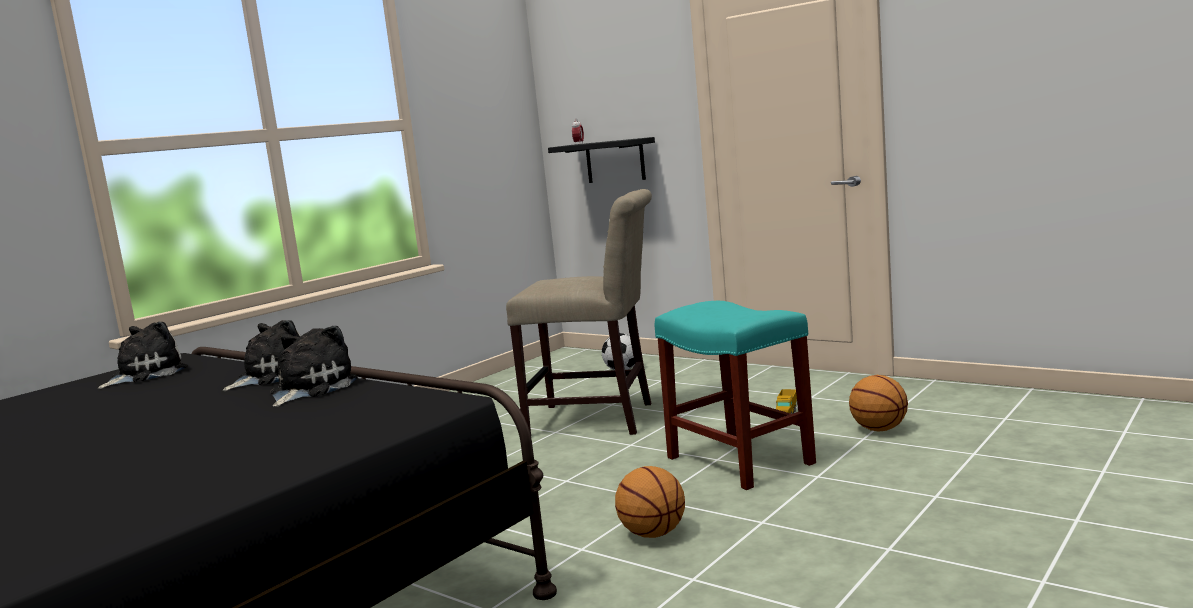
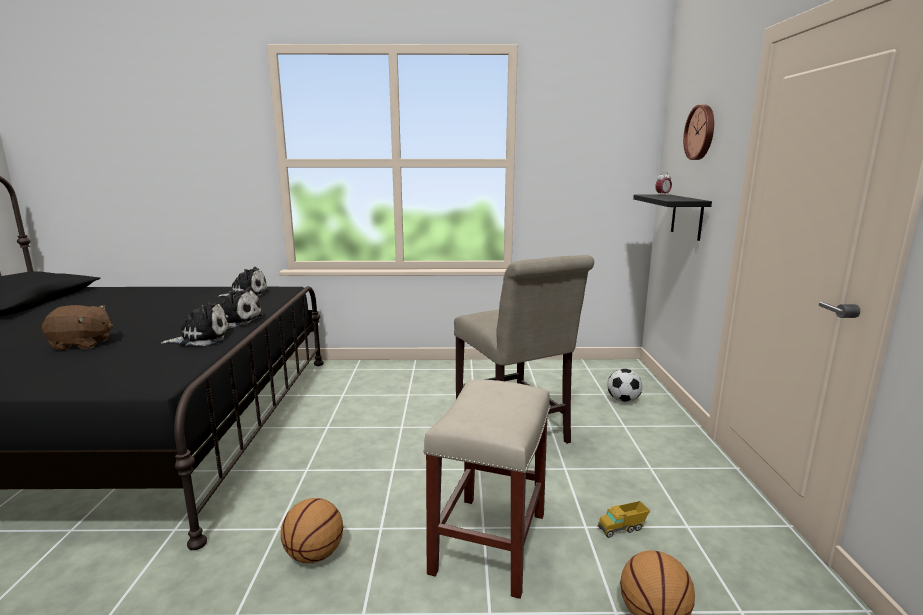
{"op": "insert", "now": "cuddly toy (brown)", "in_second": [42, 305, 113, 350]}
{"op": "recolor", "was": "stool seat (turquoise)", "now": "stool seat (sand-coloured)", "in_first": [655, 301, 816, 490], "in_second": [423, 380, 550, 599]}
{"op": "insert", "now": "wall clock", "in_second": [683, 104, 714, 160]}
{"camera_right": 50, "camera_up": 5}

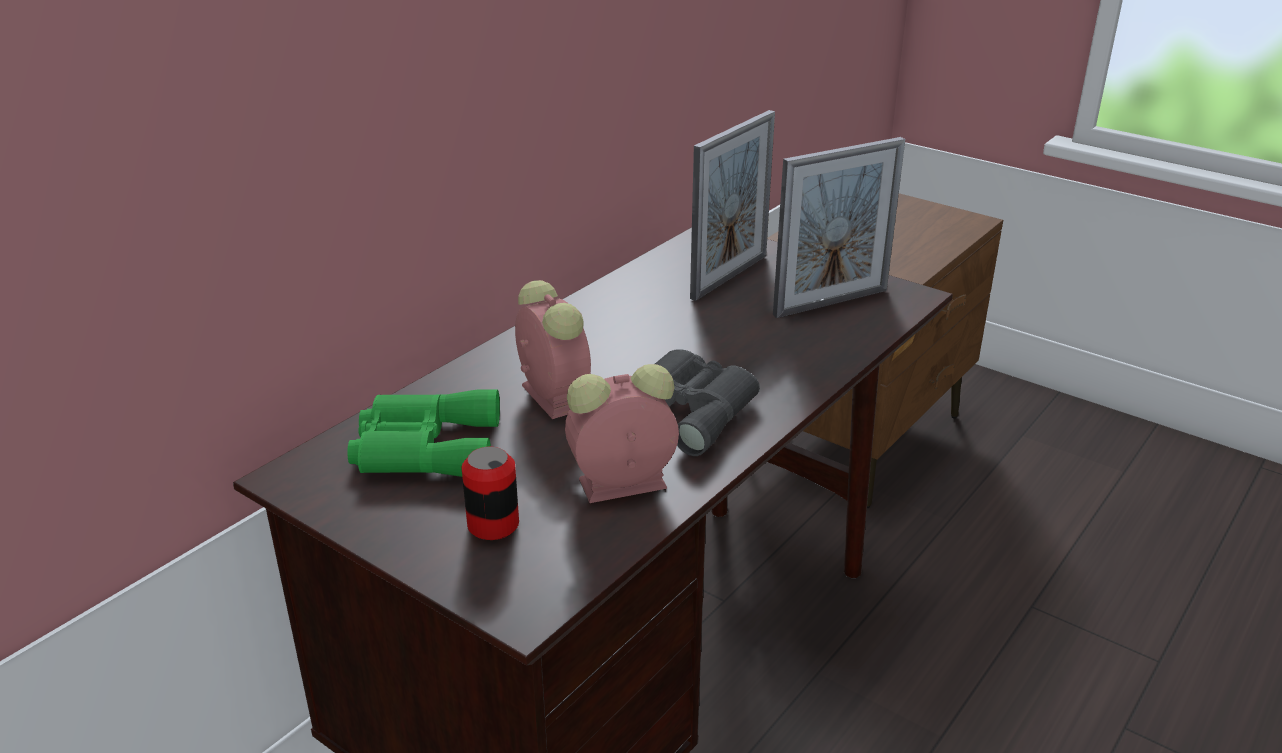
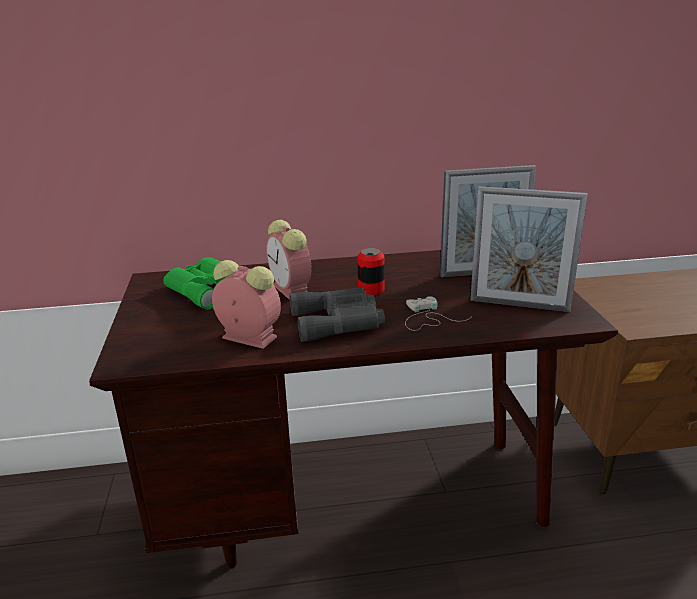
{"op": "rotate", "was": "bedside clock", "in_first": [515, 280, 591, 419], "in_second": [266, 220, 311, 299], "clockwise": 135}
{"op": "move", "was": "metal can", "in_first": [461, 447, 519, 540], "in_second": [357, 248, 384, 295]}
{"op": "insert", "now": "joypad (white)", "in_second": [405, 296, 472, 331]}
{"camera_right": 45, "camera_up": -5}

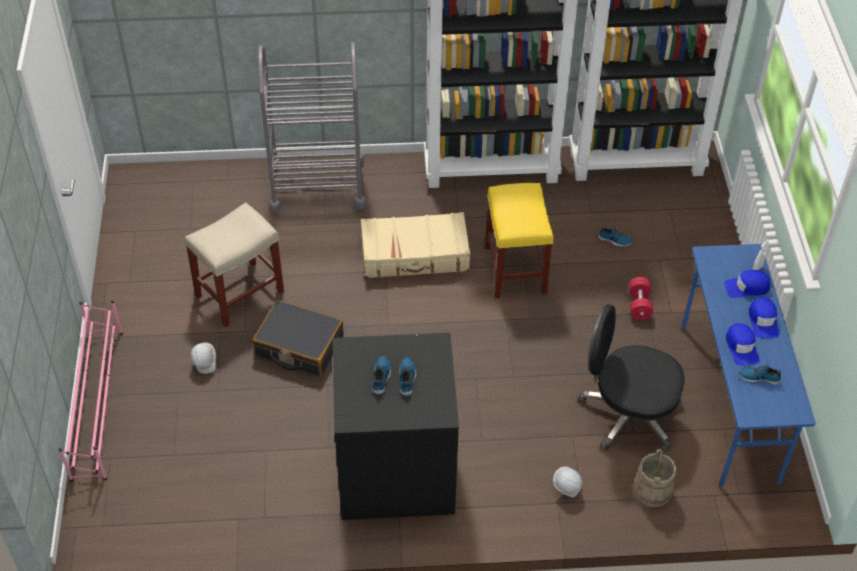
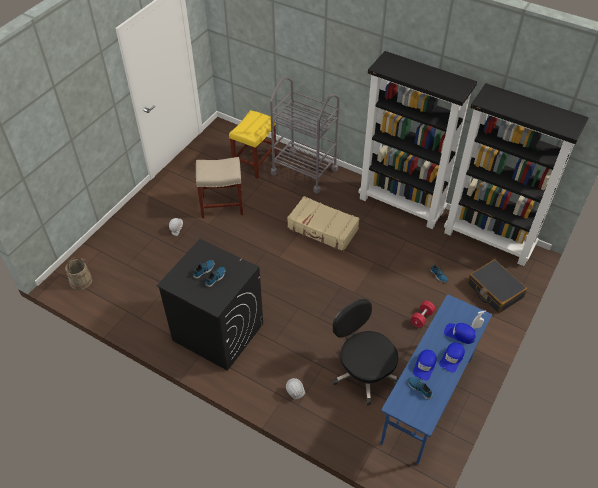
{"op": "move", "was": "bucket (sand-coloured)", "in_first": [633, 448, 676, 508], "in_second": [65, 257, 92, 290]}
{"op": "move", "was": "stool seat (yellowish)", "in_first": [485, 183, 553, 298], "in_second": [229, 110, 277, 179]}
{"op": "move", "was": "suitcase (black-coloured)", "in_first": [252, 300, 344, 377], "in_second": [468, 259, 527, 314]}
{"op": "delete", "was": "shoe rack (pink)", "in_first": [59, 300, 123, 482]}
{"camera_right": 35, "camera_up": 0}

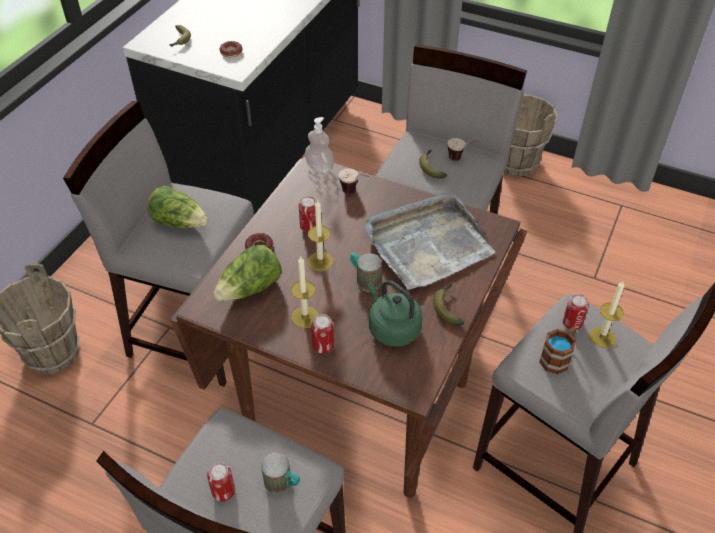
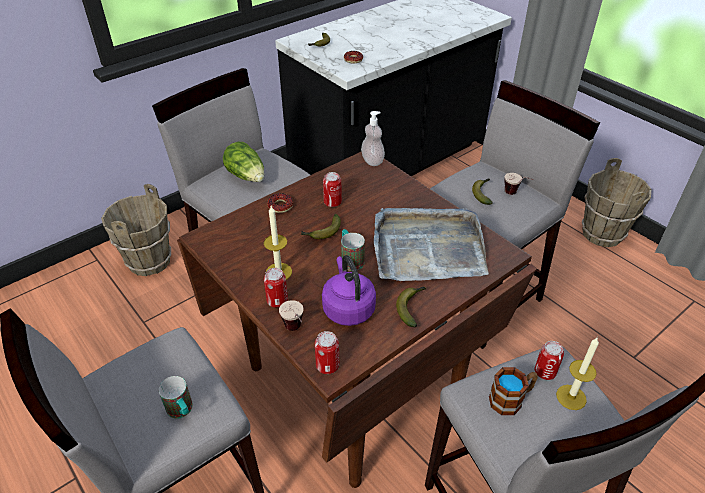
{"op": "move", "was": "cup", "in_first": [339, 168, 369, 194], "in_second": [279, 300, 304, 331]}
{"op": "replace", "was": "wax light", "now": "whole banana", "in_first": [308, 199, 334, 272], "in_second": [301, 214, 341, 239]}
{"op": "move", "was": "metal can", "in_first": [207, 462, 235, 502], "in_second": [315, 331, 340, 374]}
{"op": "recolor", "was": "tea kettle (green)", "now": "tea kettle (purple)", "in_first": [367, 280, 422, 347], "in_second": [322, 255, 376, 326]}
{"op": "delete", "was": "lettuce head", "in_first": [213, 245, 282, 301]}
{"camera_right": 25, "camera_up": -5}

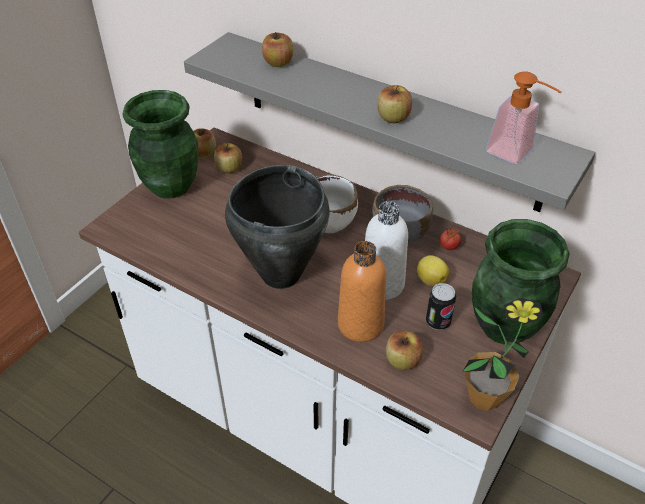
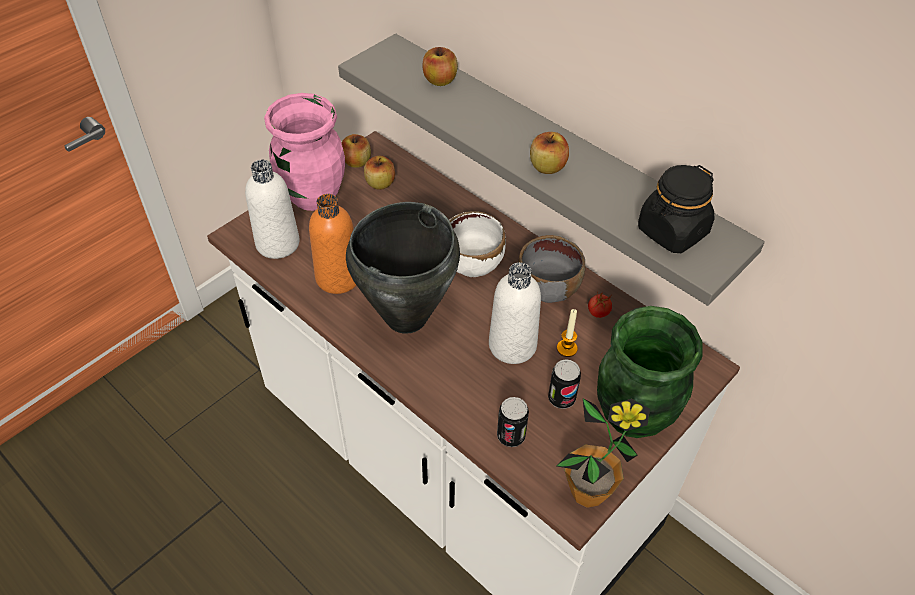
{"op": "insert", "now": "bottle (white)", "in_second": [245, 160, 300, 259]}
{"op": "recolor", "was": "flower vase (green)", "now": "flower vase (pink)", "in_first": [122, 90, 198, 199], "in_second": [264, 93, 345, 211]}
{"op": "move", "was": "bottle (orange)", "in_first": [338, 241, 386, 342], "in_second": [309, 194, 357, 294]}
{"op": "replace", "was": "whole apple", "now": "metal can", "in_first": [386, 331, 423, 370], "in_second": [497, 397, 529, 447]}
{"op": "replace", "was": "citrus fruit", "now": "wax light", "in_first": [417, 255, 449, 286], "in_second": [557, 309, 578, 357]}
{"op": "replace", "was": "liquid soap bottle", "now": "storage jar (black-coloured)", "in_first": [486, 71, 562, 164], "in_second": [638, 165, 714, 253]}
{"camera_right": 10, "camera_up": 5}

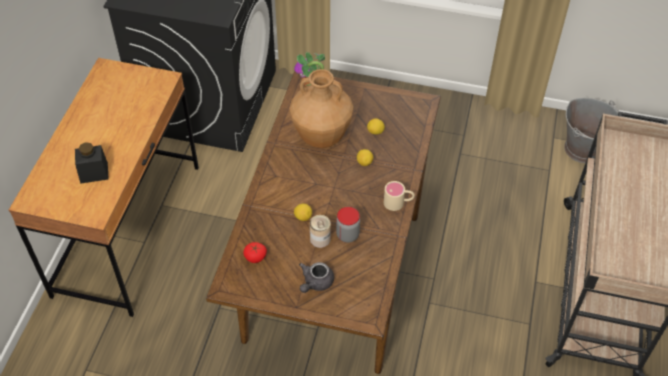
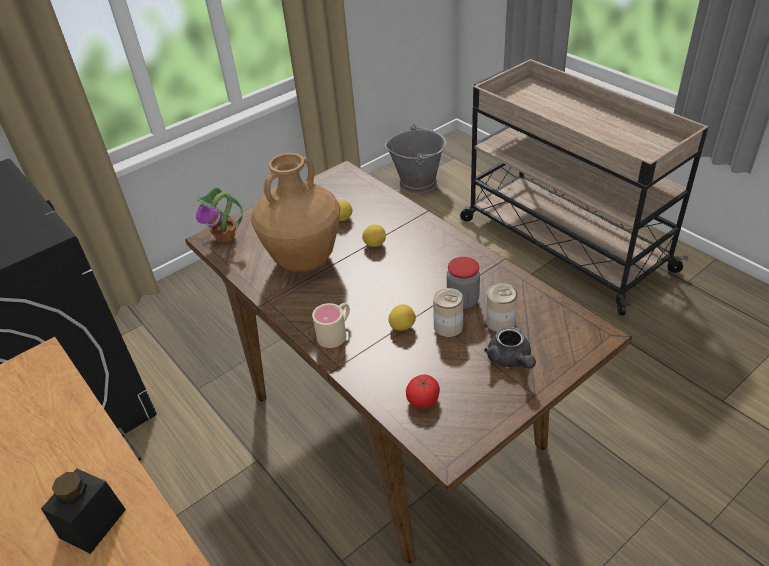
{"op": "move", "was": "coffee mug (sand-coloured)", "in_first": [384, 181, 415, 211], "in_second": [312, 303, 350, 348]}
{"op": "insert", "now": "metal can", "in_second": [486, 283, 518, 332]}
{"camera_right": -50, "camera_up": -10}

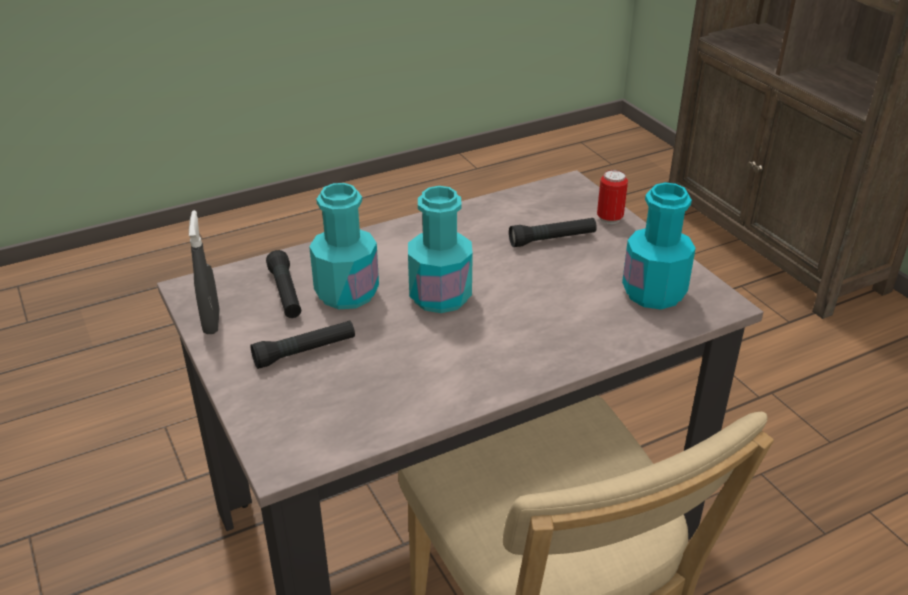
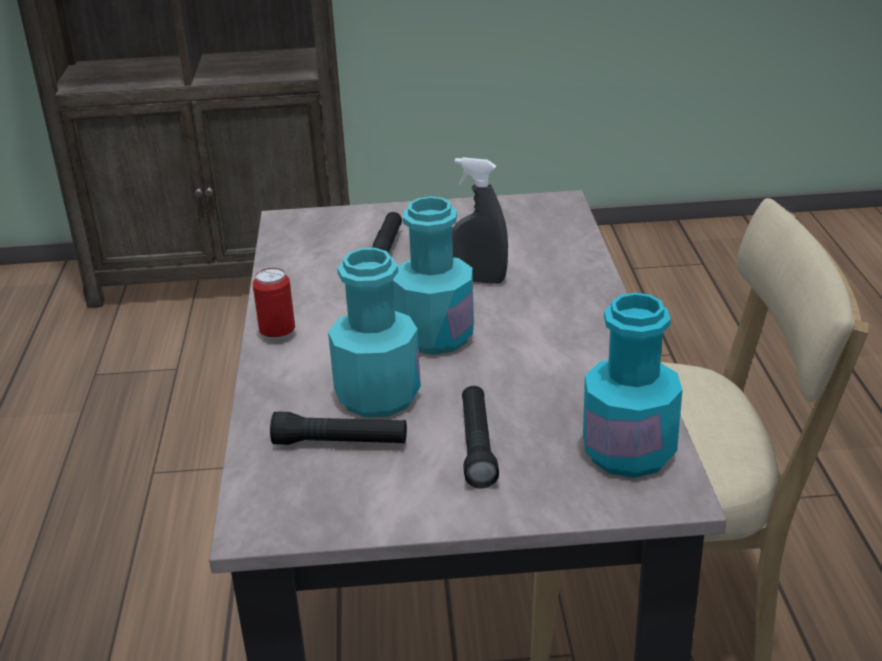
{"op": "move", "was": "metal can", "in_first": [597, 170, 628, 224], "in_second": [252, 268, 295, 342]}
{"op": "move", "was": "spray bottle (grey)", "in_first": [189, 210, 220, 334], "in_second": [452, 157, 508, 284]}
{"op": "move", "was": "bottle (turquoise)", "in_first": [622, 183, 696, 309], "in_second": [583, 293, 682, 478]}
{"camera_right": -65, "camera_up": -5}

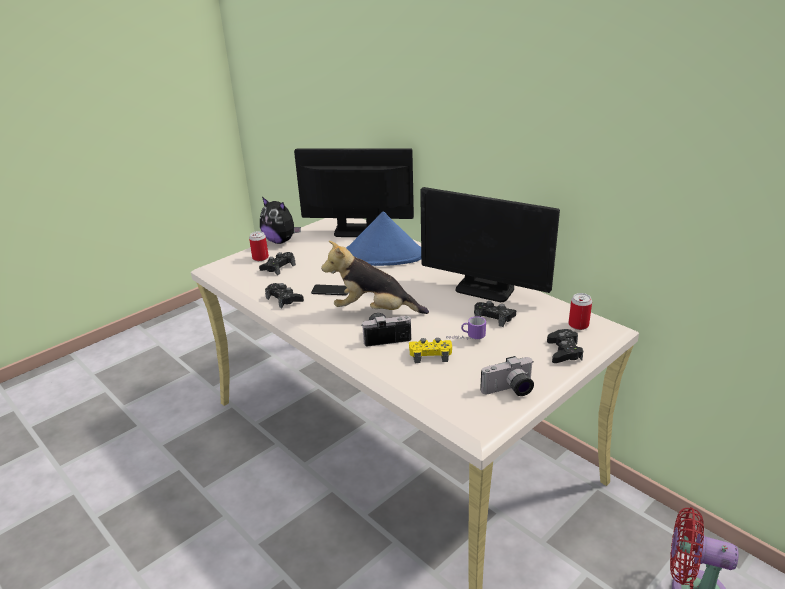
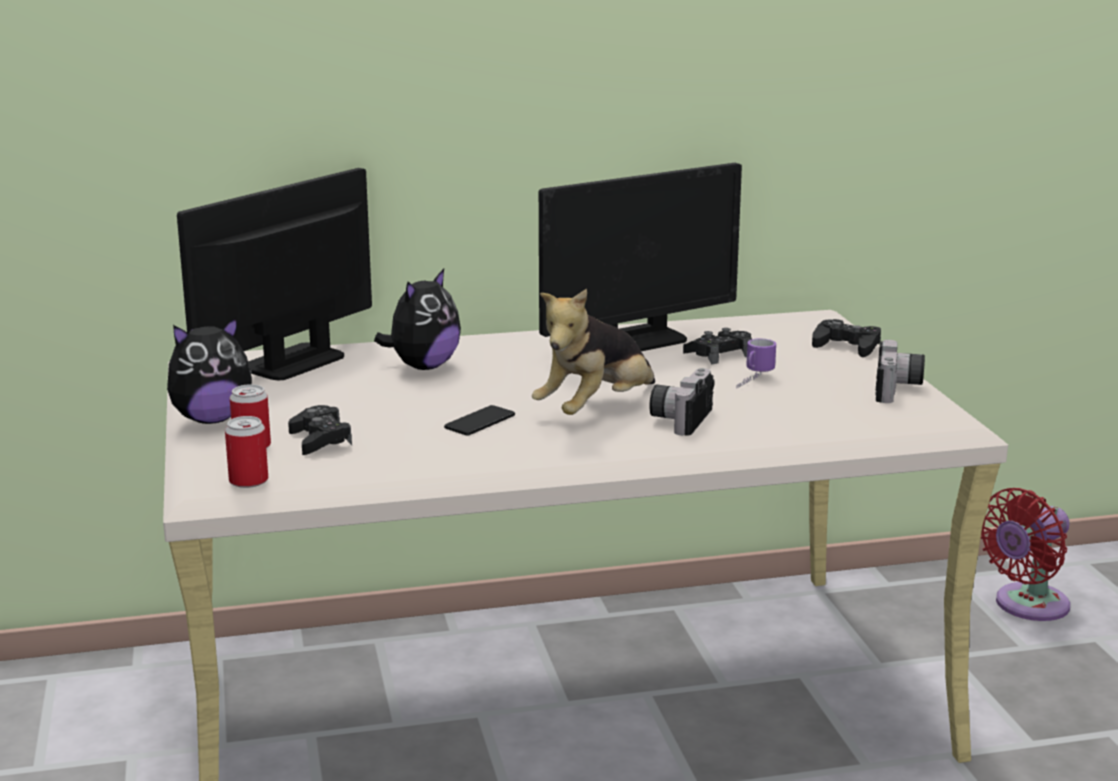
{"op": "move", "was": "metal can", "in_first": [568, 293, 592, 330], "in_second": [225, 416, 268, 488]}
{"op": "replace", "was": "hat (blue-coloured)", "now": "cuddly toy", "in_first": [346, 211, 421, 266], "in_second": [374, 269, 461, 370]}
{"op": "delete", "was": "joypad (black-coloured)", "in_first": [265, 283, 304, 309]}
{"op": "delete", "was": "joypad (yellowish)", "in_first": [409, 338, 452, 363]}
{"camera_right": -60, "camera_up": -10}

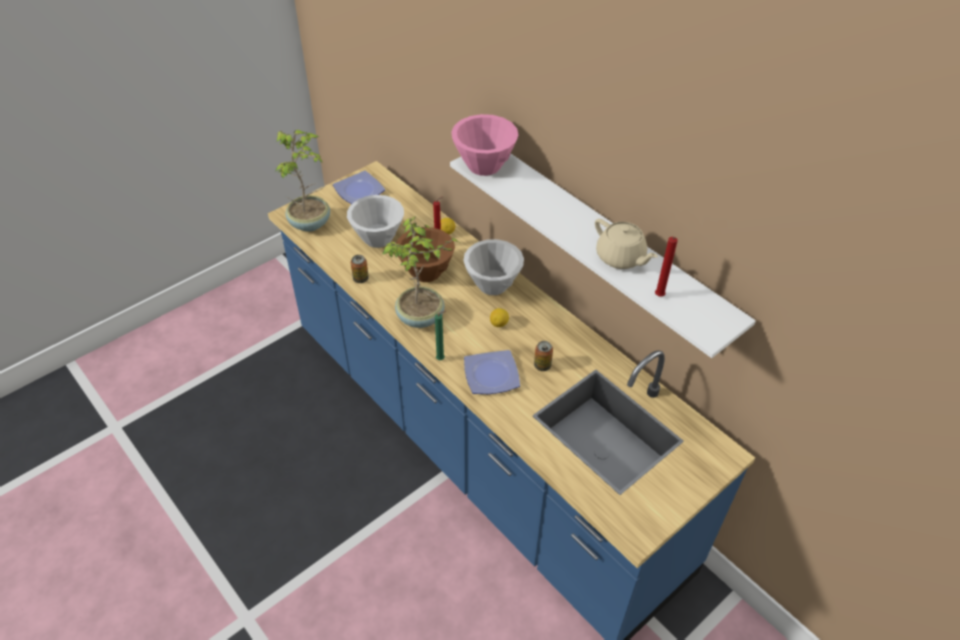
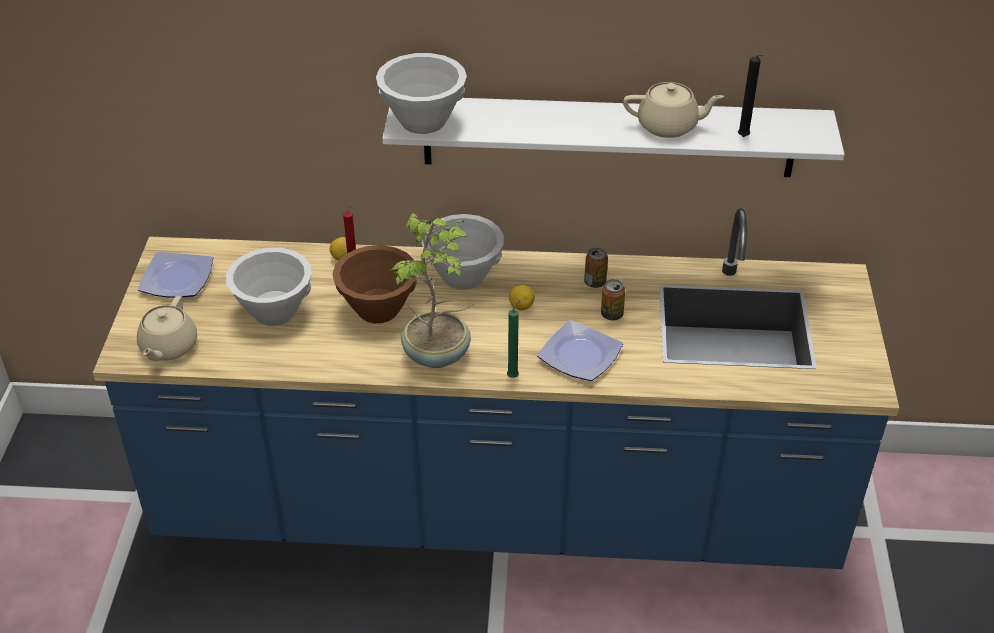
{"op": "replace", "was": "potted plant", "now": "teapot (sand-coloured)", "in_first": [276, 130, 330, 232], "in_second": [137, 296, 197, 361]}
{"op": "recolor", "was": "serving bowl (pink)", "now": "serving bowl (white)", "in_first": [451, 114, 519, 176], "in_second": [376, 53, 467, 134]}
{"op": "move", "was": "metal can", "in_first": [351, 255, 369, 283], "in_second": [584, 248, 608, 288]}
{"op": "recolor", "was": "wax light (red)", "now": "wax light (black-coloured)", "in_first": [655, 237, 678, 297], "in_second": [738, 55, 763, 137]}
{"camera_right": -45, "camera_up": -5}

